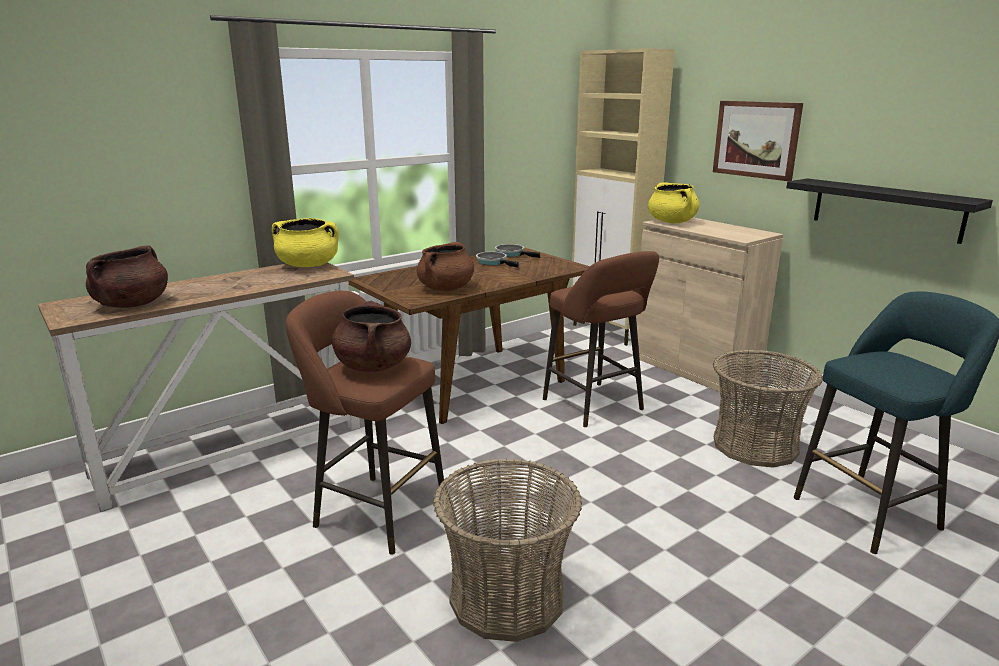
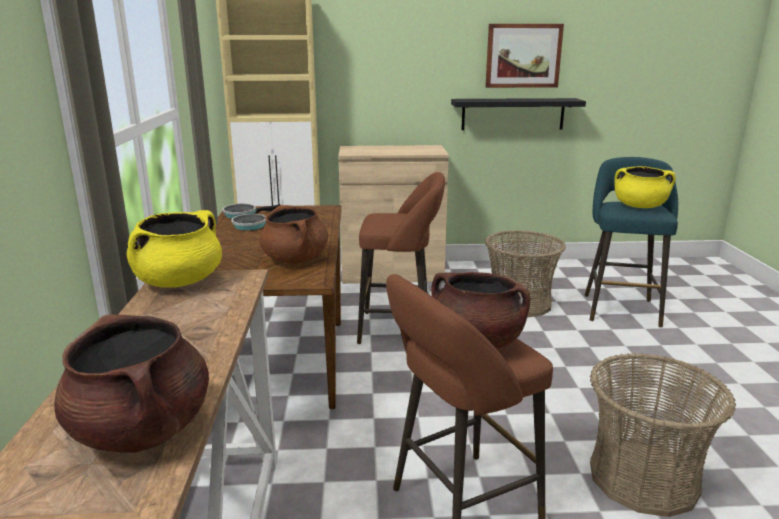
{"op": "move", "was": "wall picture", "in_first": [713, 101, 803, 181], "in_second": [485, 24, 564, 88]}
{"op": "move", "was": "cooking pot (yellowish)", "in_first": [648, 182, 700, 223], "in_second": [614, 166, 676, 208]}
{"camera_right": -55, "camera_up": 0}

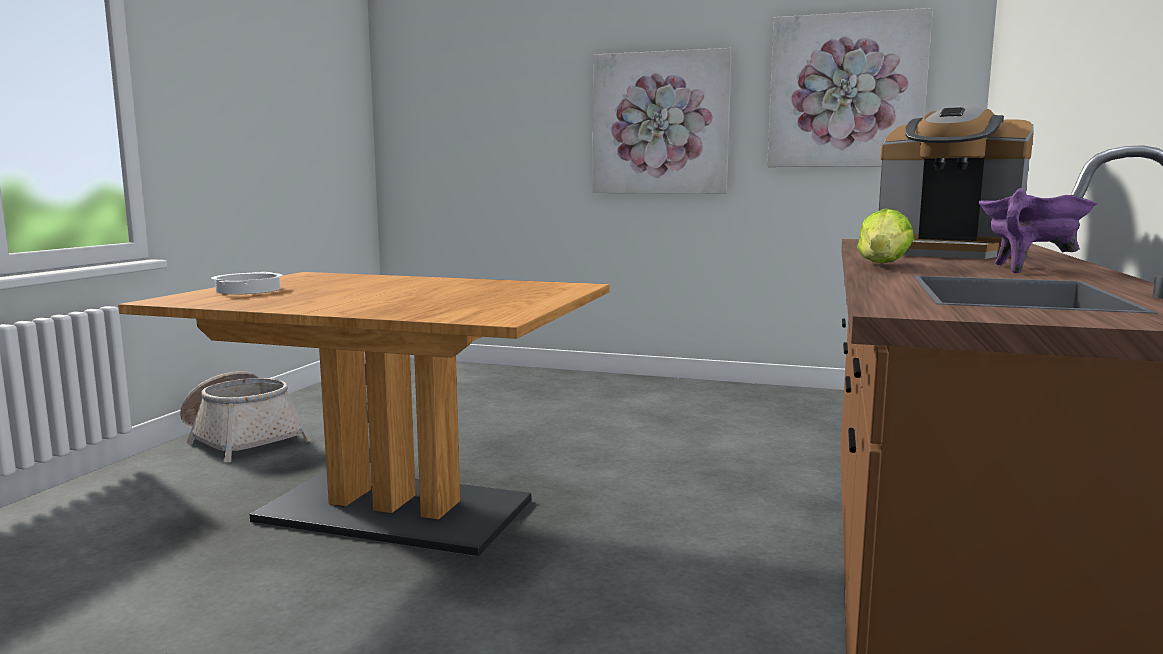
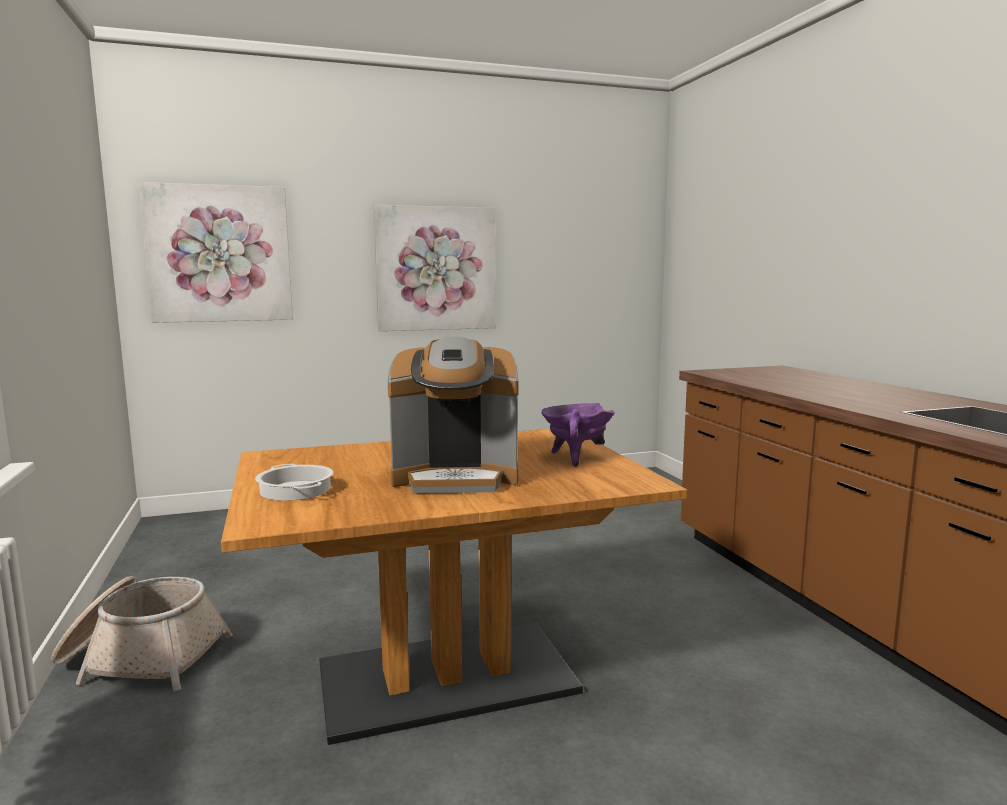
{"op": "move", "was": "wall picture", "in_first": [767, 8, 933, 167], "in_second": [138, 182, 293, 323]}
{"op": "move", "was": "coffee machine", "in_first": [878, 106, 1034, 259], "in_second": [388, 337, 518, 494]}
{"op": "move", "was": "cooking pot (purple)", "in_first": [978, 188, 1097, 273], "in_second": [541, 403, 615, 467]}
{"op": "delete", "was": "lettuce head", "in_first": [857, 208, 914, 263]}
{"camera_right": -35, "camera_up": 0}

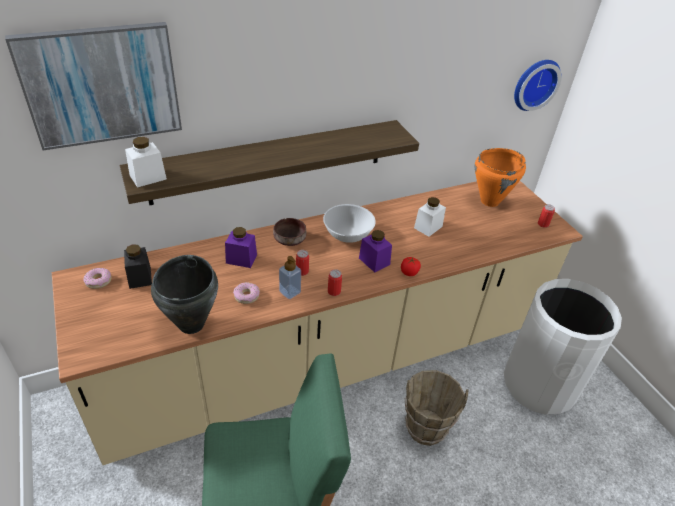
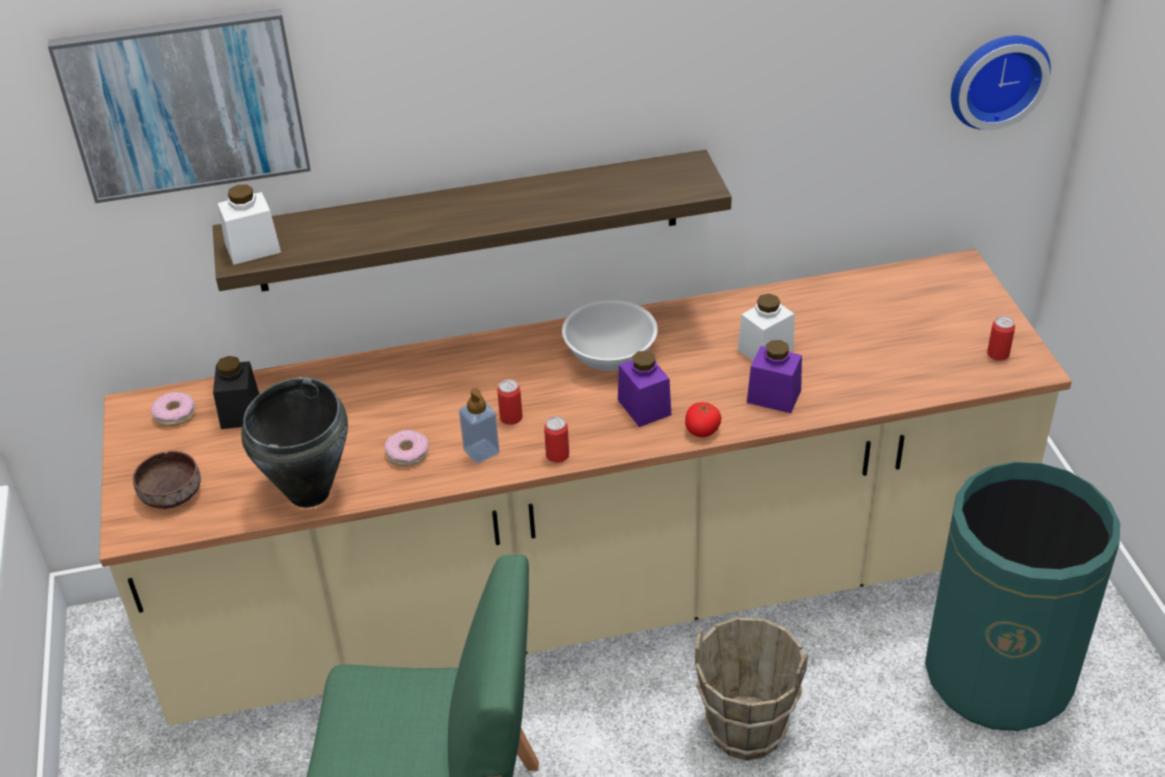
{"op": "move", "was": "serving bowl (brown)", "in_first": [273, 218, 306, 246], "in_second": [133, 451, 201, 509]}
{"op": "move", "was": "storage jar (purple)", "in_first": [225, 227, 257, 268], "in_second": [747, 340, 802, 413]}
{"op": "recolor", "was": "waste bin (white)", "now": "waste bin (green)", "in_first": [504, 279, 622, 415], "in_second": [925, 462, 1120, 731]}
{"op": "delete", "was": "cooking pot (orange)", "in_first": [475, 148, 526, 207]}
{"camera_right": 15, "camera_up": 0}

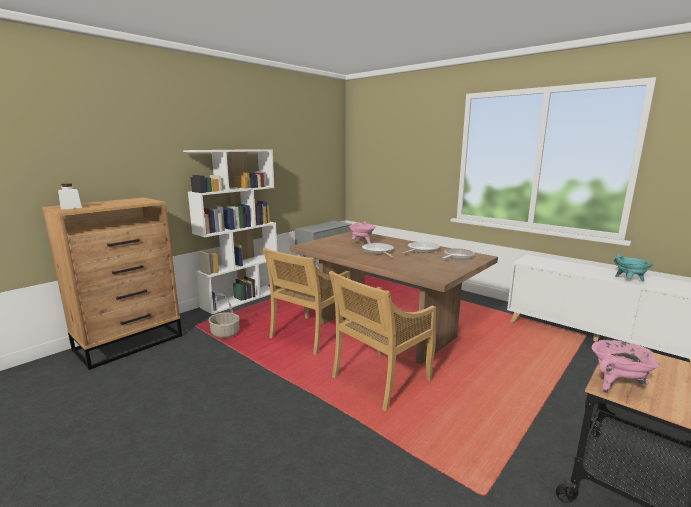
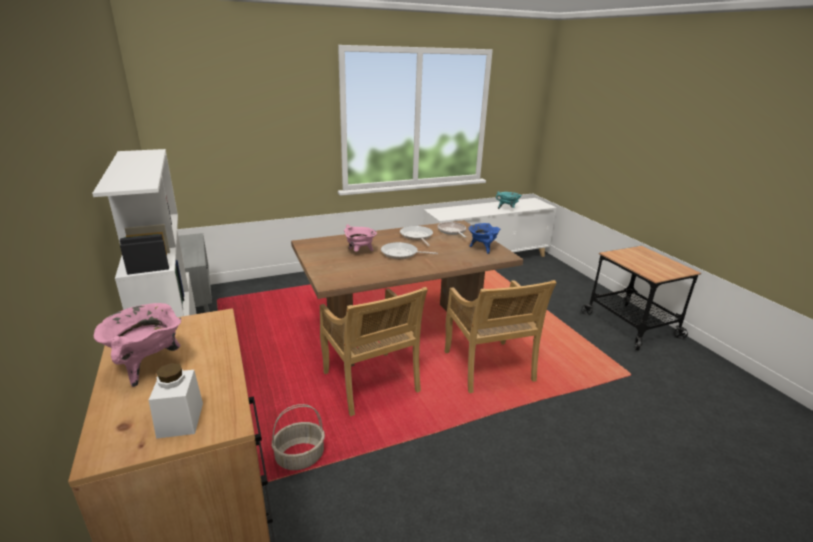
{"op": "move", "was": "cooking pot (pink)", "in_first": [592, 340, 660, 393], "in_second": [94, 303, 181, 387]}
{"op": "insert", "now": "cooking pot (blue-coloured)", "in_second": [469, 223, 500, 254]}
{"camera_right": -65, "camera_up": 10}

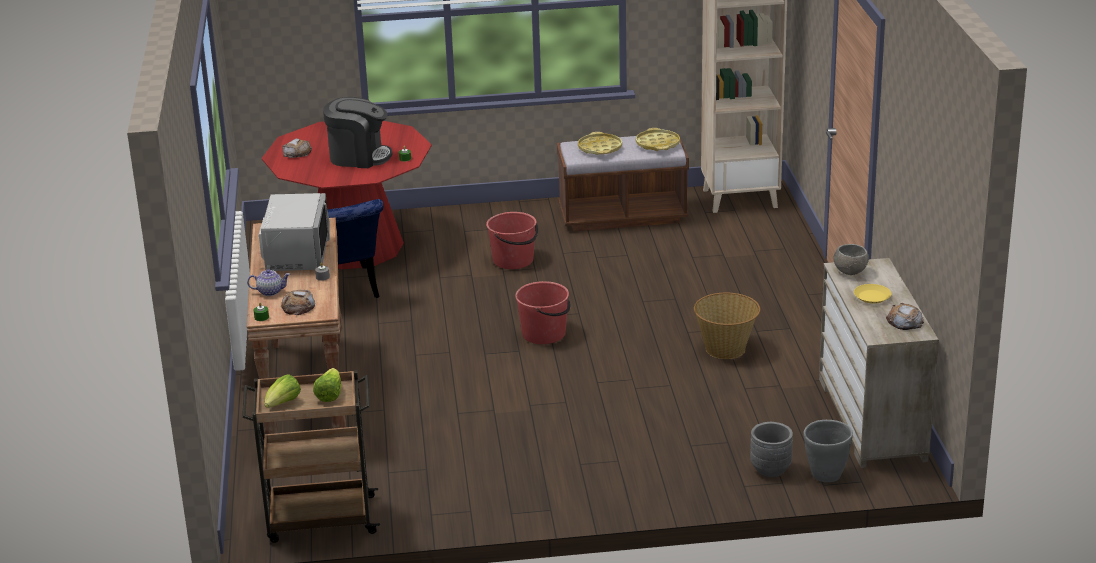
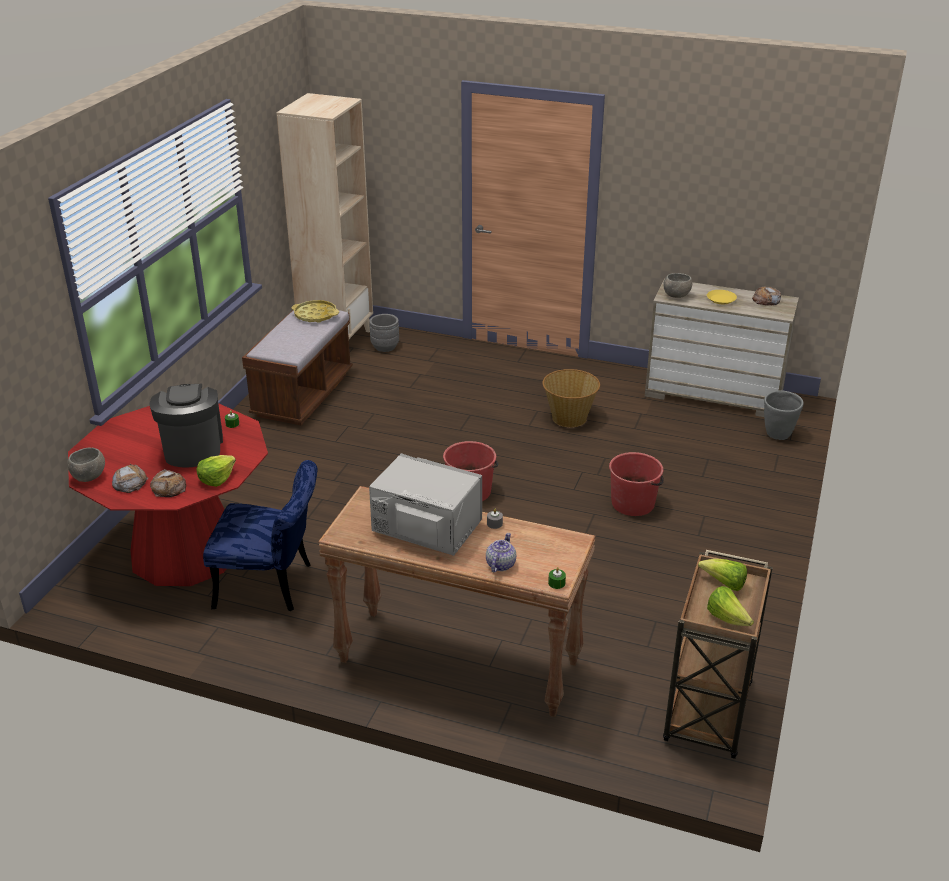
{"op": "insert", "now": "serving bowl (grey)", "in_second": [67, 447, 105, 482]}
{"op": "rotate", "was": "coffee machine", "in_first": [323, 97, 392, 168], "in_second": [150, 384, 223, 468], "clockwise": -45}
{"op": "move", "was": "bread", "in_first": [281, 290, 315, 315], "in_second": [150, 469, 186, 497]}
{"op": "insert", "now": "lettuce head", "in_second": [197, 455, 236, 487]}
{"op": "move", "was": "flower pot (grey)", "in_first": [750, 422, 793, 477], "in_second": [369, 314, 399, 352]}
{"op": "move", "was": "bucket (red)", "in_first": [486, 212, 538, 269], "in_second": [609, 452, 664, 516]}
{"op": "delete", "was": "carrying tray (yellowish)", "in_first": [578, 132, 622, 155]}
{"camera_right": -65, "camera_up": 5}

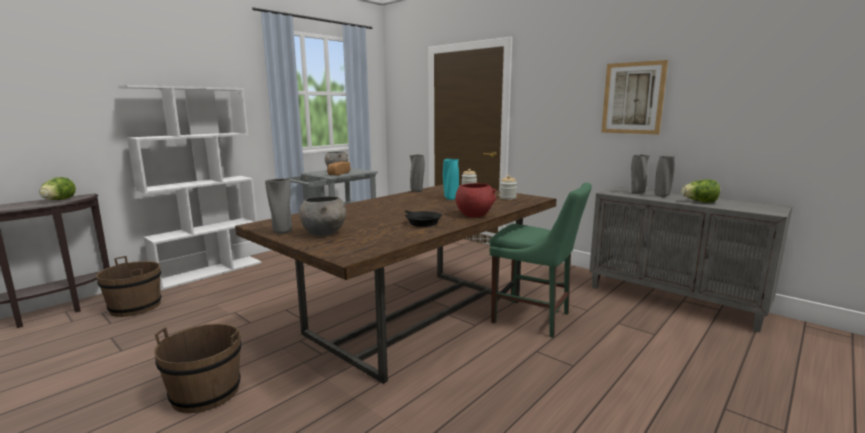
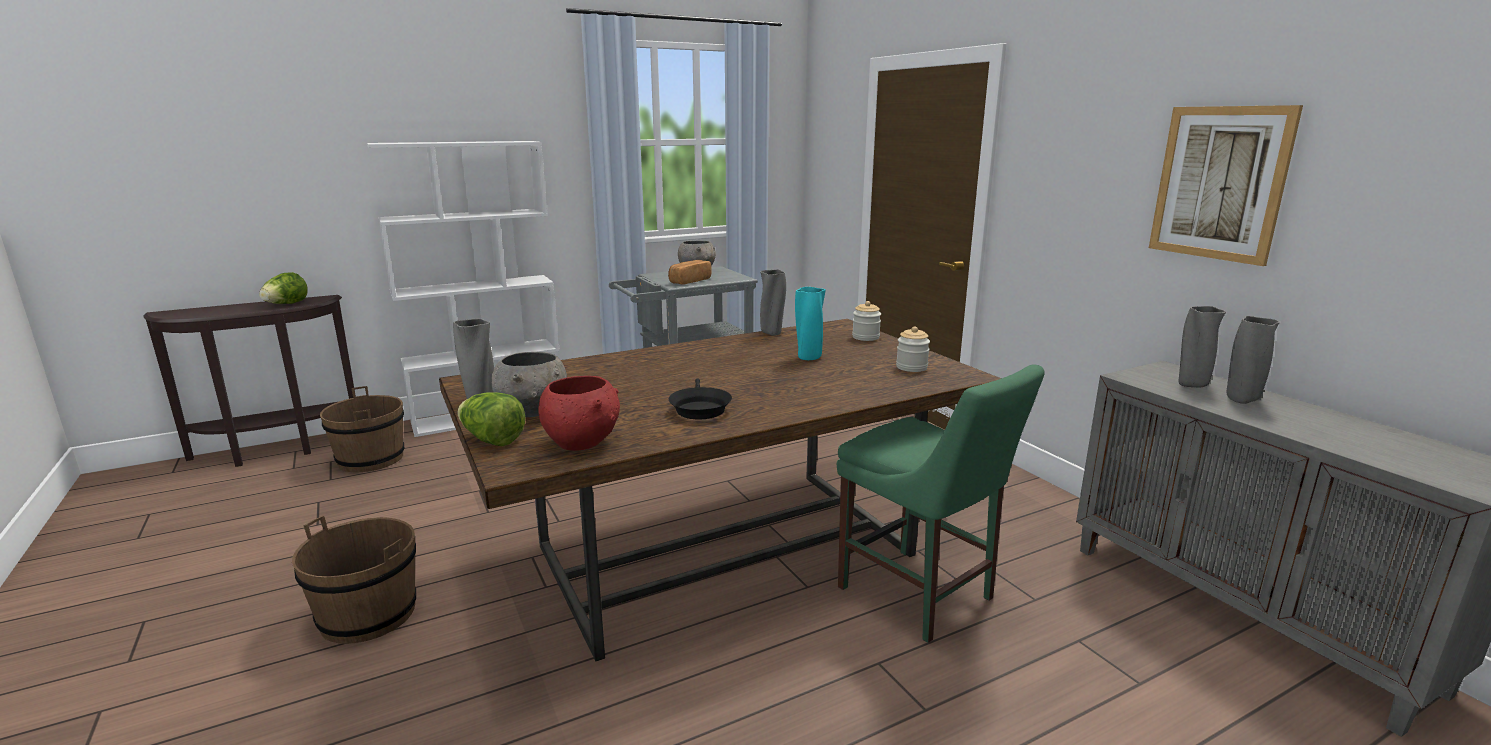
{"op": "move", "was": "lettuce head", "in_first": [681, 179, 720, 203], "in_second": [458, 392, 525, 446]}
{"op": "move", "was": "serving bowl (red)", "in_first": [455, 183, 497, 217], "in_second": [538, 376, 620, 451]}
{"camera_right": 20, "camera_up": 5}

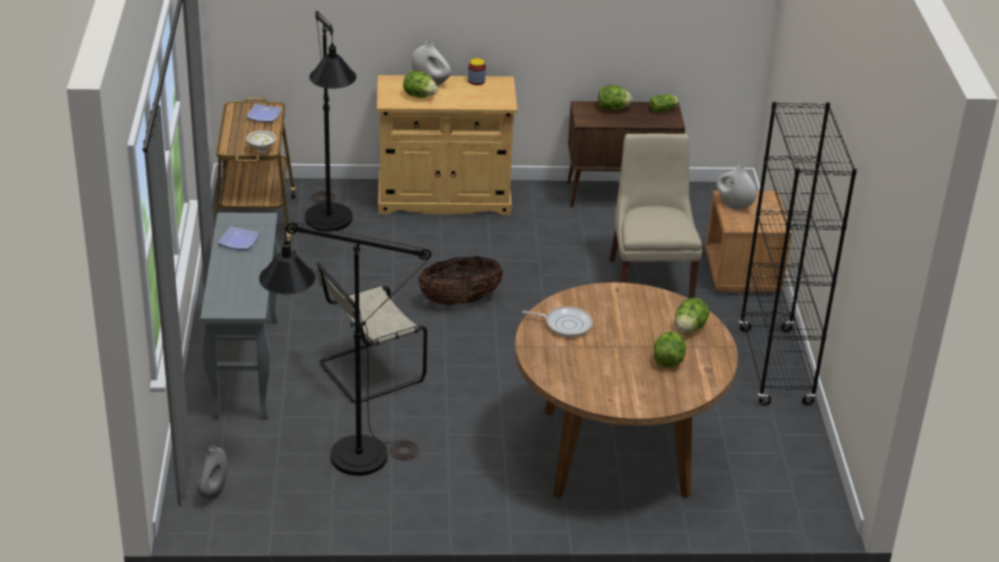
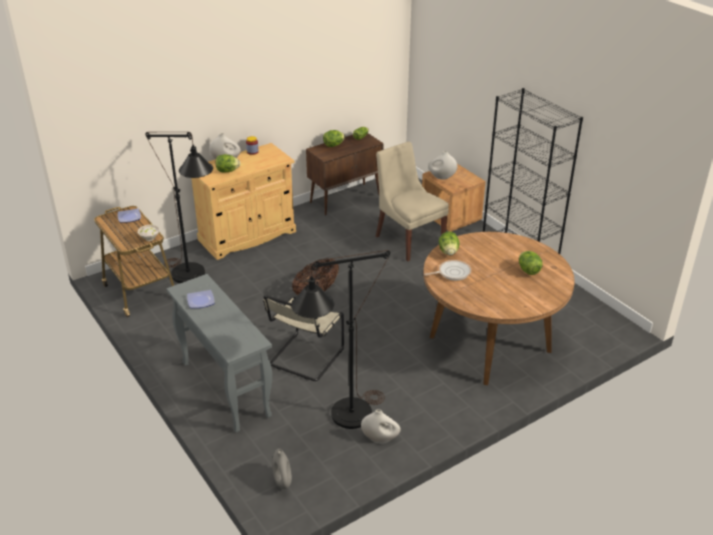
{"op": "insert", "now": "flower vase (white)", "in_second": [361, 409, 401, 444]}
{"op": "move", "was": "lettuce head", "in_first": [675, 298, 710, 333], "in_second": [439, 231, 460, 255]}
{"camera_right": -30, "camera_up": 0}

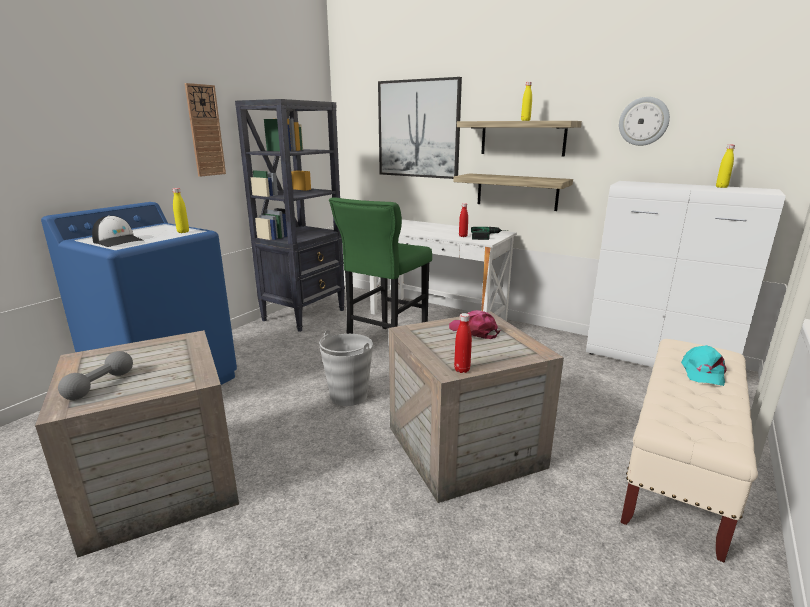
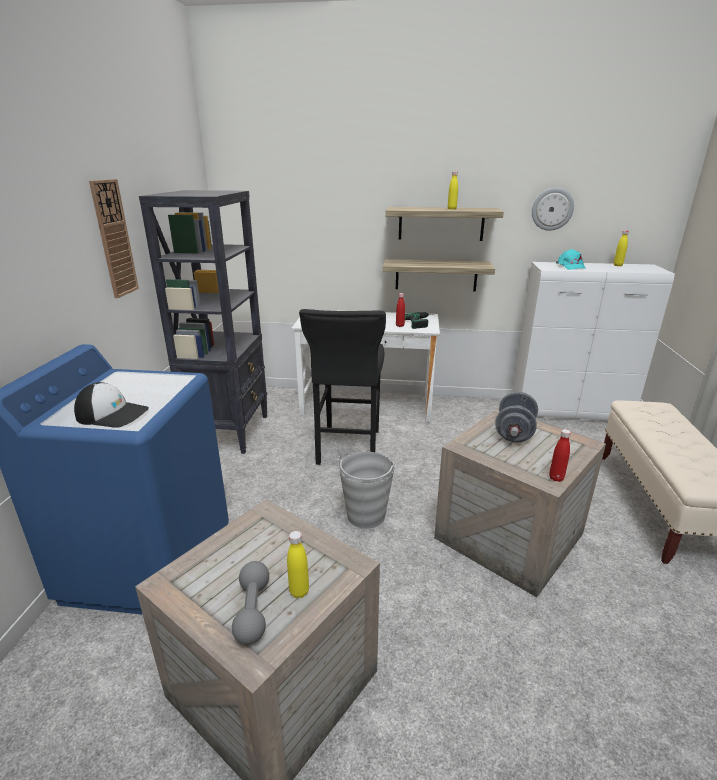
{"op": "move", "was": "bottle (yellowish)", "in_first": [173, 188, 189, 233], "in_second": [287, 531, 309, 598]}
{"op": "recolor", "was": "stool seat (green)", "now": "stool seat (black-coloured)", "in_first": [329, 197, 432, 334], "in_second": [299, 309, 386, 465]}
{"op": "replace", "was": "peaked cap (pink)", "now": "hand weight (grey)", "in_first": [449, 310, 501, 339], "in_second": [495, 392, 538, 443]}
{"op": "move", "was": "peaked cap (turquoise)", "in_first": [681, 345, 727, 386], "in_second": [556, 249, 587, 270]}
{"op": "delete", "was": "wall picture", "in_first": [378, 77, 462, 179]}
{"camera_right": -25, "camera_up": 5}

